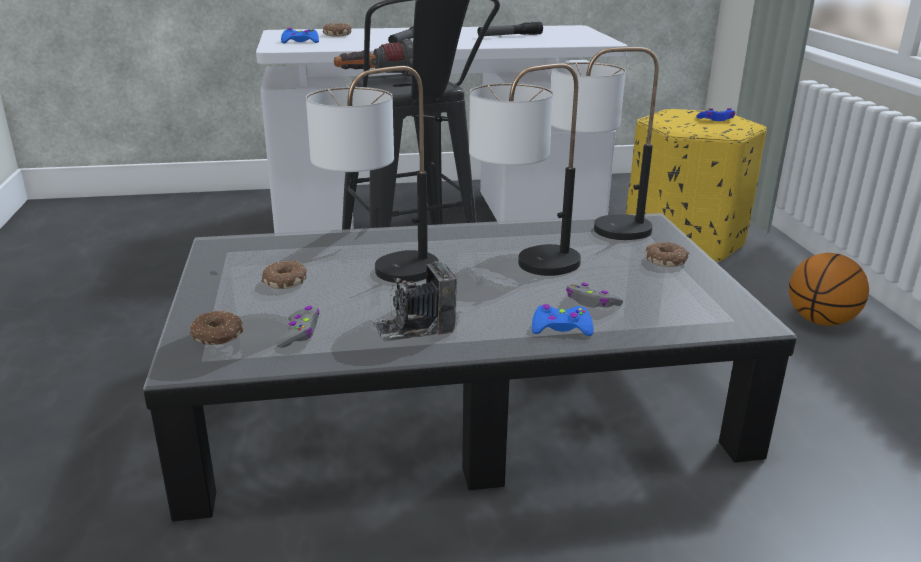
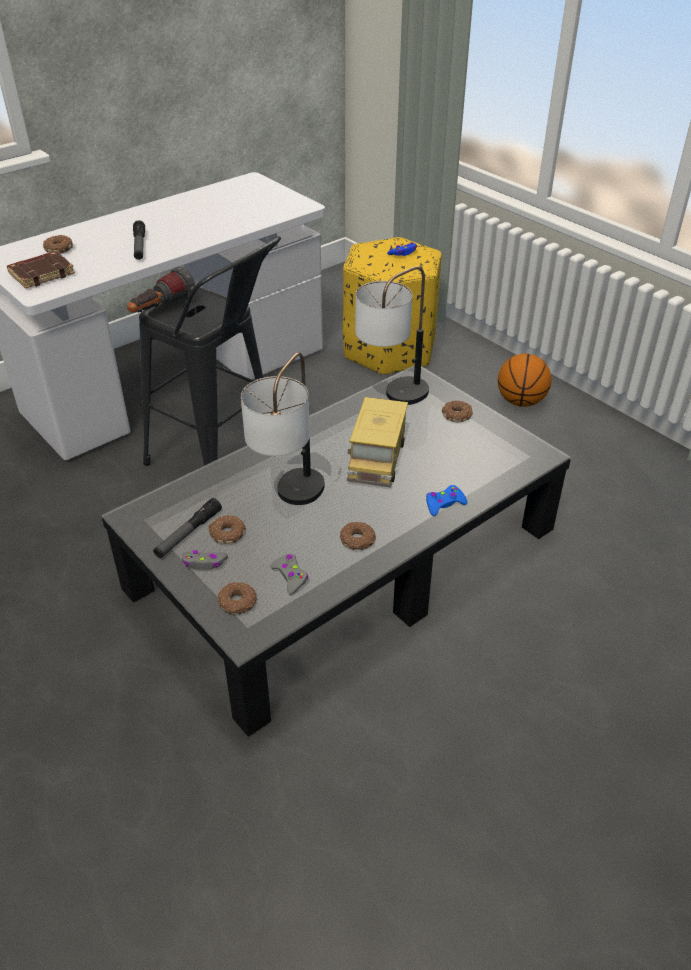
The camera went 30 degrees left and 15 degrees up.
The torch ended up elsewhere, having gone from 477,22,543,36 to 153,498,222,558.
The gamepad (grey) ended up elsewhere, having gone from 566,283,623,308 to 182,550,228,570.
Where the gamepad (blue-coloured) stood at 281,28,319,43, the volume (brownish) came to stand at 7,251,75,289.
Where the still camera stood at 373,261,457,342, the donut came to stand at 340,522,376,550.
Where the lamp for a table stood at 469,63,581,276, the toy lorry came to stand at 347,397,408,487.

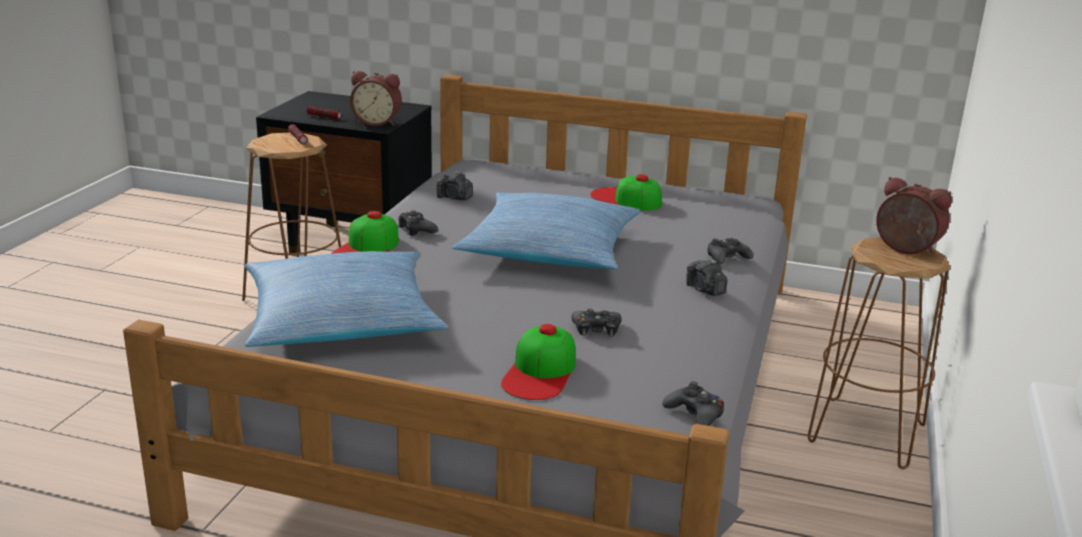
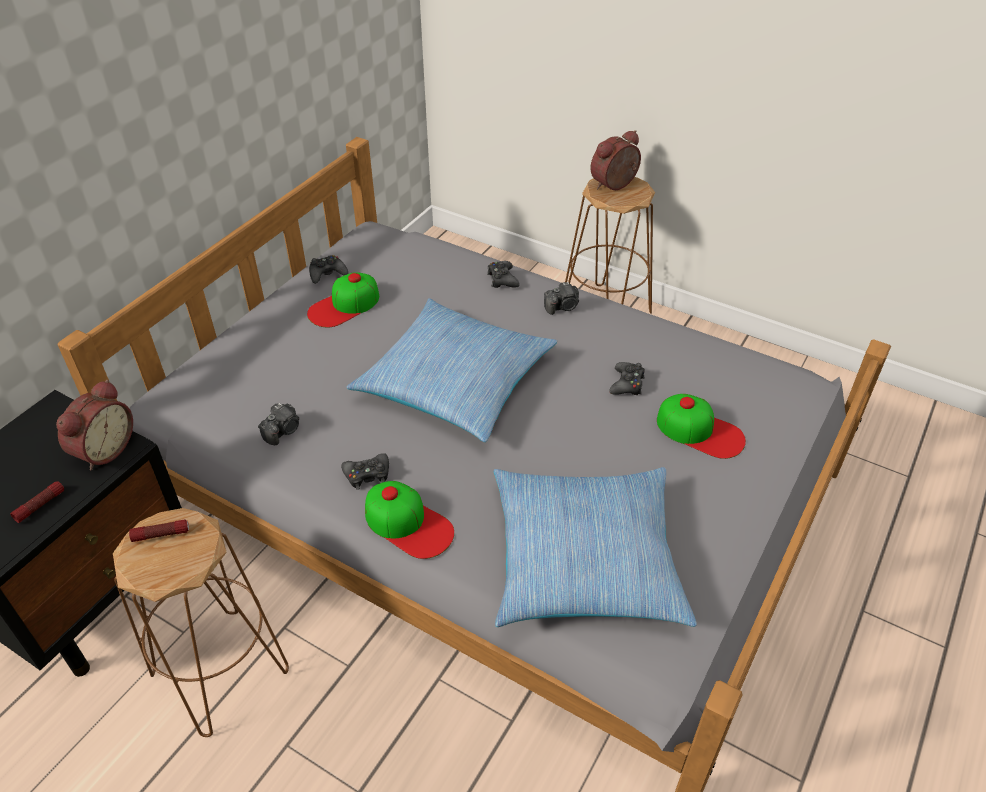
The camera went 75 degrees left and 20 degrees up.
The gamepad (black) ended up elsewhere, having gone from 662,381,724,426 to 309,255,348,284.

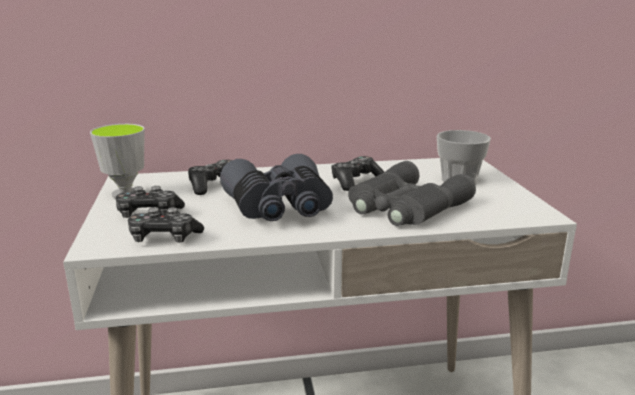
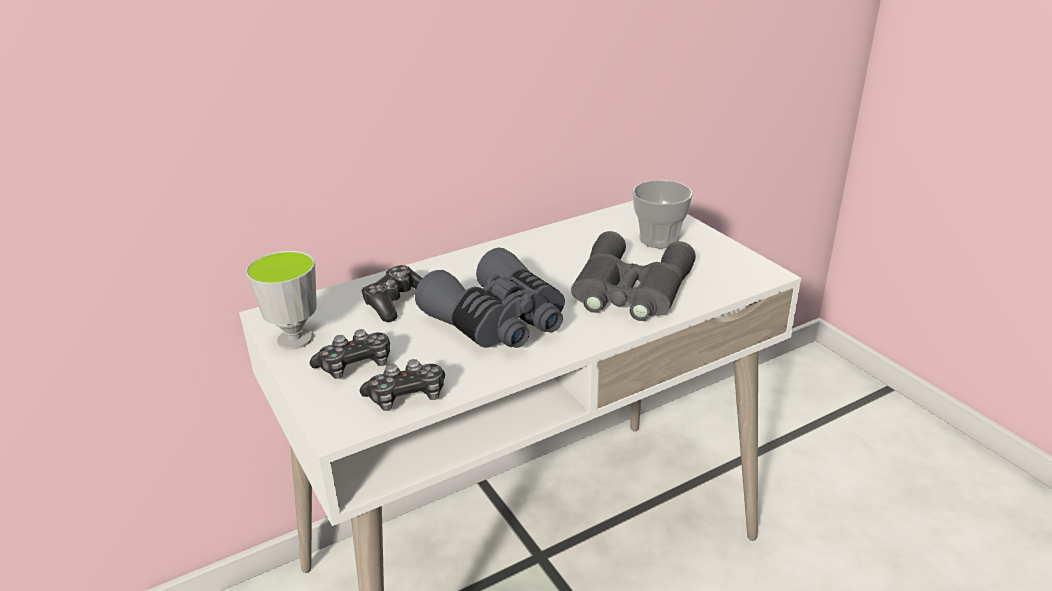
The camera went 20 degrees left and 10 degrees up.
The second view lost the gamepad at 331,156,384,191.

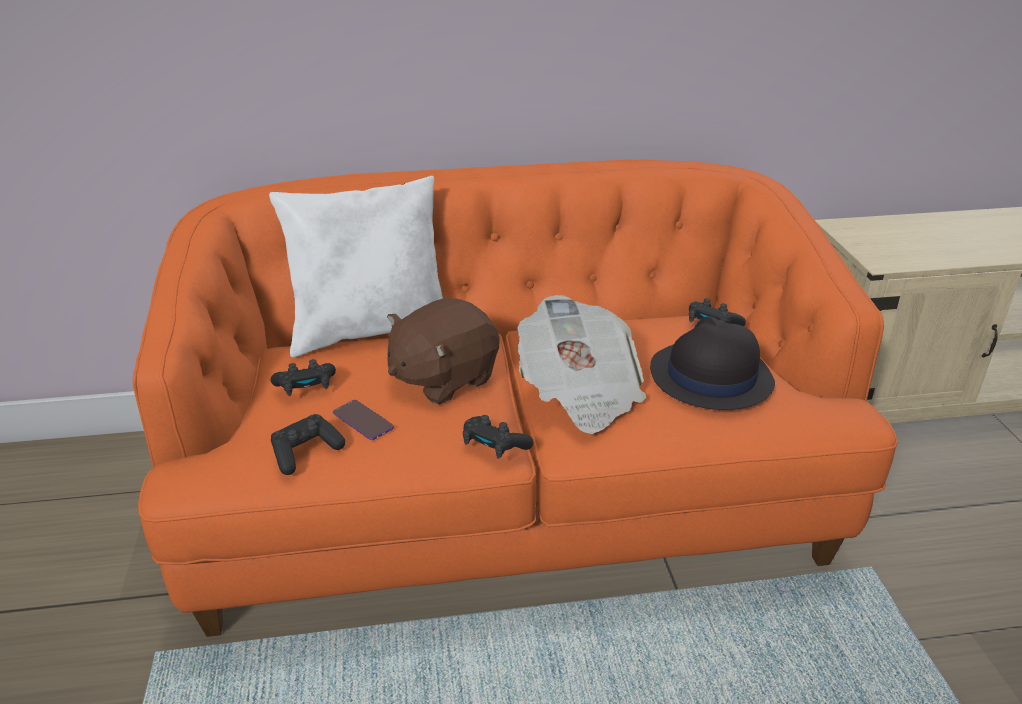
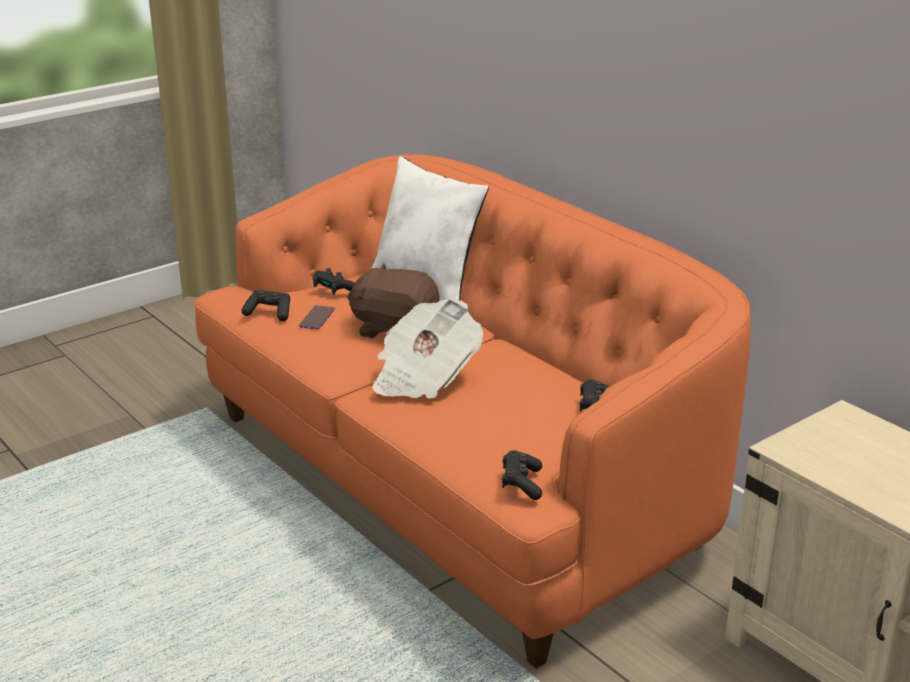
The camera went 60 degrees right and 5 degrees down.
The second view lost the hat (black) at 650,316,775,410.
The gamepad (black) ended up elsewhere, having gone from 463,415,533,459 to 502,450,542,500.

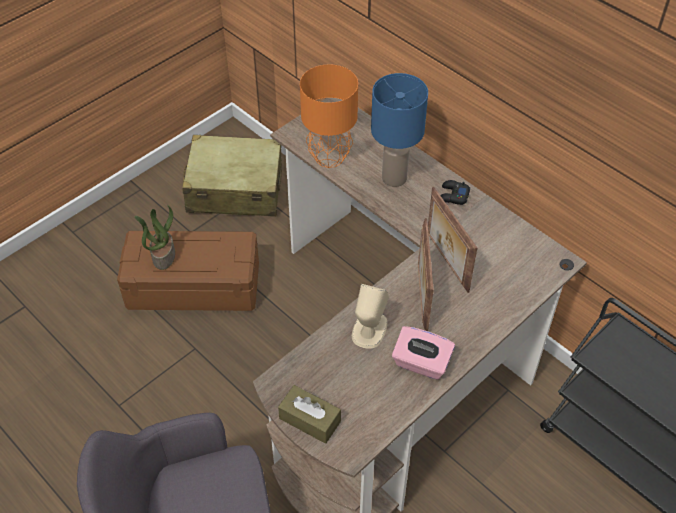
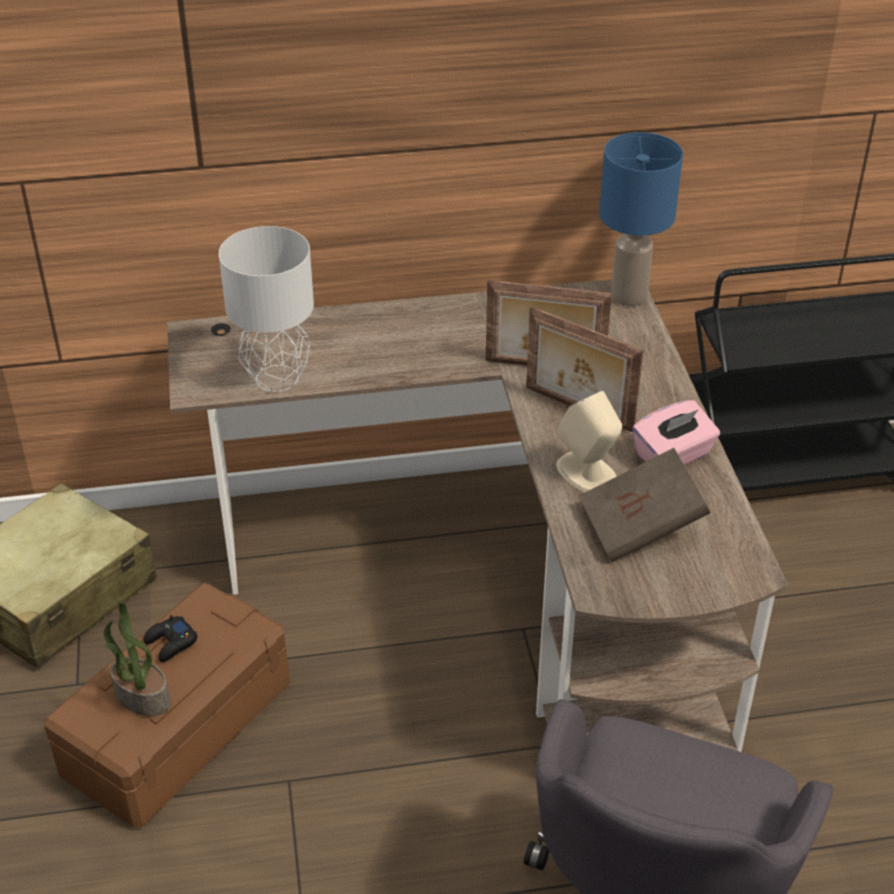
The camera went 55 degrees left and 10 degrees down.
The second view lost the box of tissues (brownish) at 278,385,341,444.
The second view gained the volume (brownish) at 579,448,710,562.
The lamp for a table (blue-coloured) ended up elsewhere, having gone from 371,73,428,187 to 599,132,683,306.
The gamepad (black) ended up elsewhere, having gone from 440,180,470,205 to 144,615,198,662.
What was the lamp for a table (orange-coloured) at 300,65,358,168 turned into the lamp for a table (grey) at 219,226,314,392.

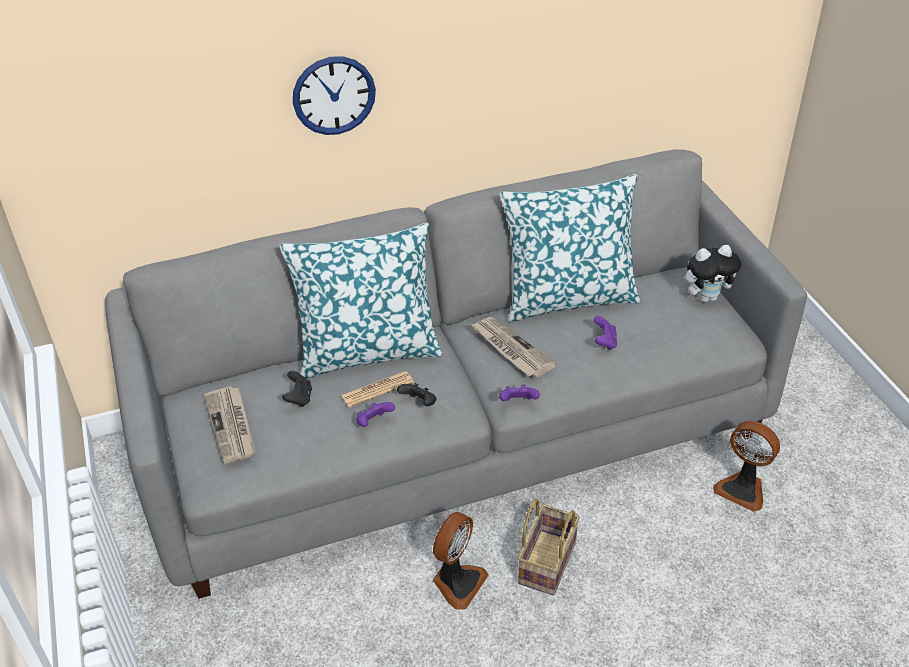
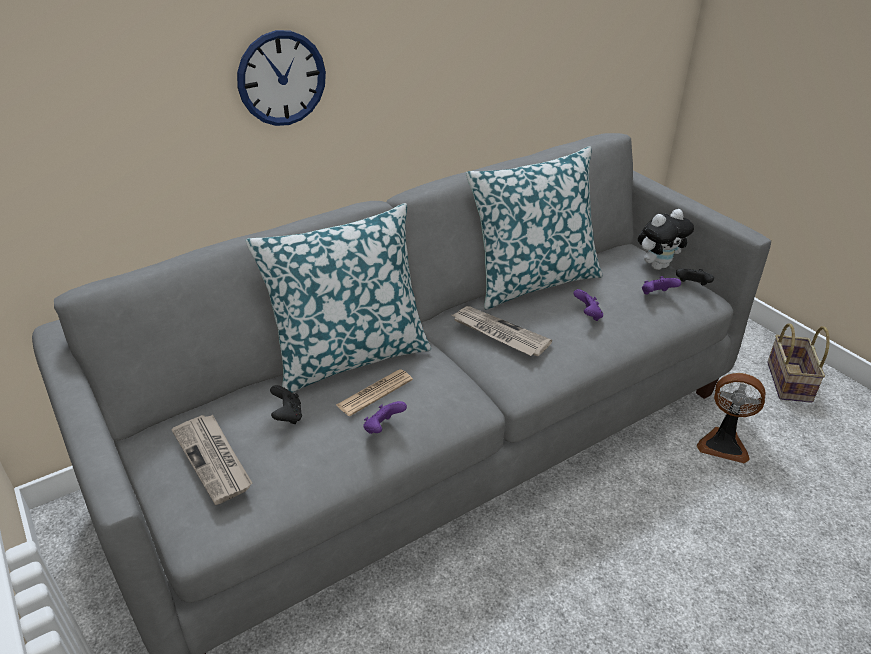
The camera went 15 degrees left and 5 degrees down.
The second view lost the electric fan at 433,512,489,610.
The gamepad (black) ended up elsewhere, having gone from 397,383,437,406 to 676,268,714,285.
The gamepad (purplish) ended up elsewhere, having gone from 499,384,540,401 to 642,276,681,295.
The household basket ended up elsewhere, having gone from 518,499,580,595 to 767,323,830,403.

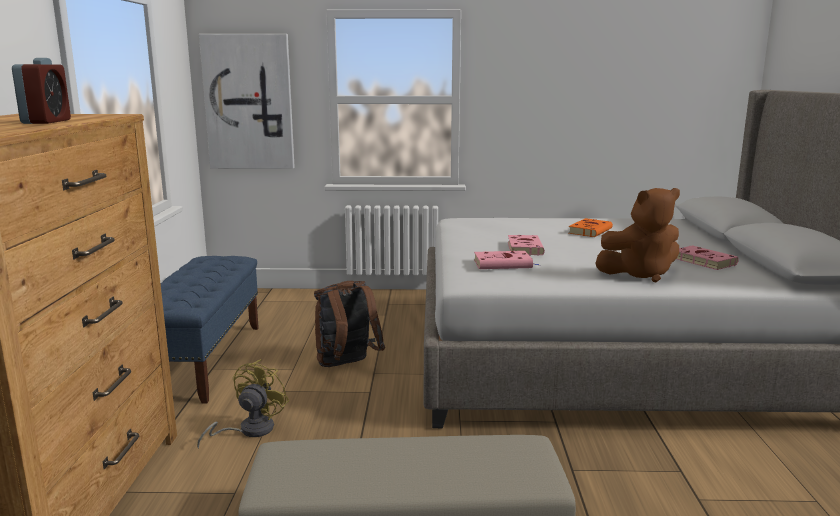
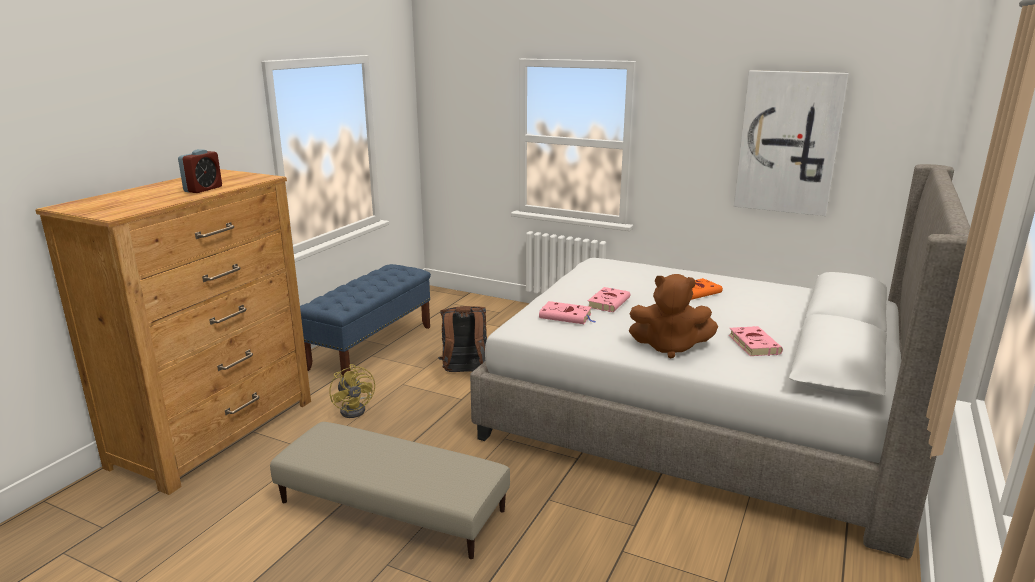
The camera went 25 degrees right and 5 degrees up.
The picture ended up elsewhere, having gone from 199,34,295,169 to 734,70,849,216.
The electric fan (yellow) at 197,359,289,449 ended up facing another way, 105 degrees clockwise from before.

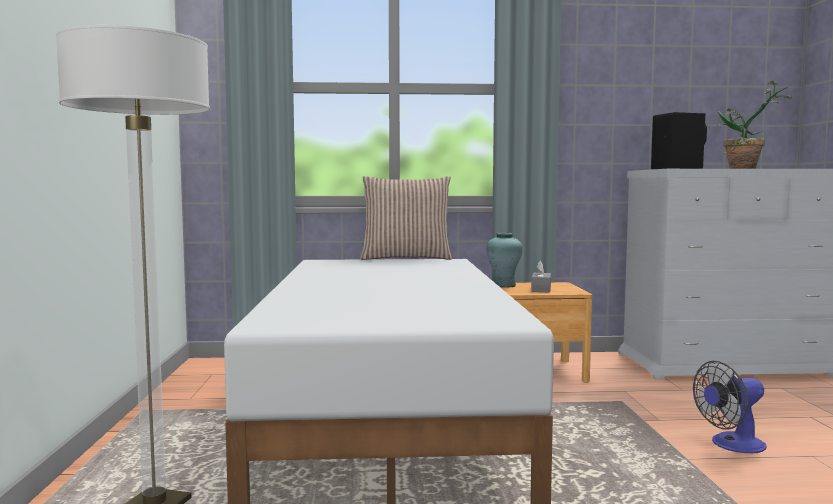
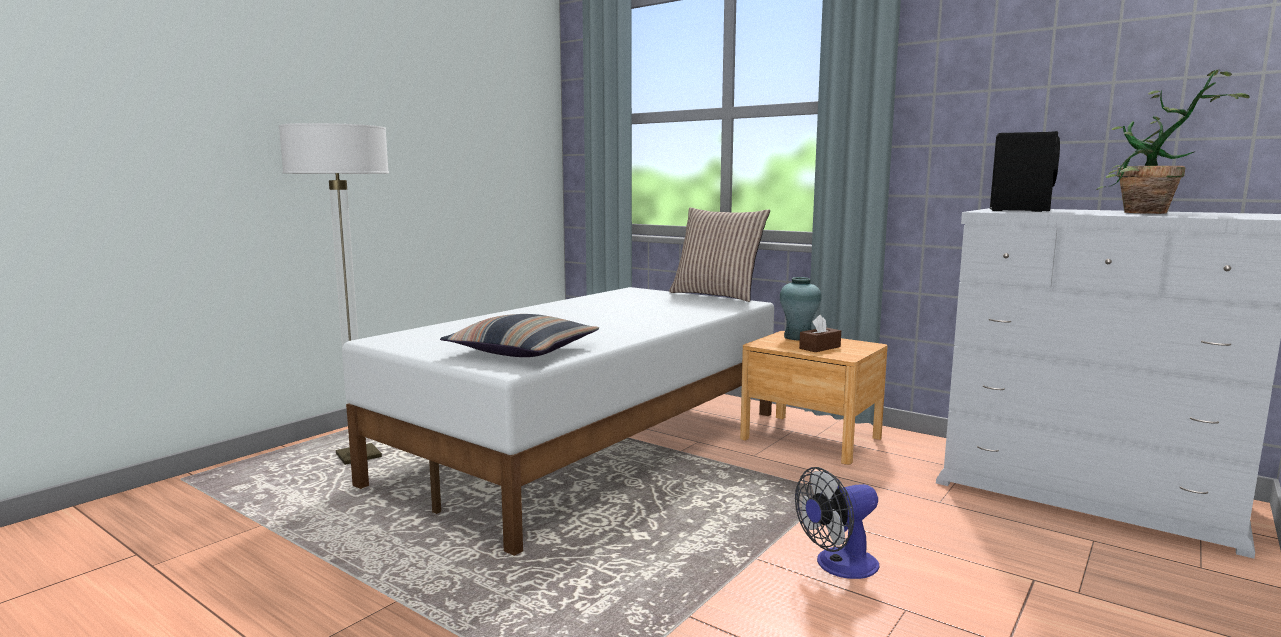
The camera went 40 degrees right and 5 degrees up.
The second view gained the pillow at 440,314,599,357.
What was the box of tissues (grey) at 531,261,551,293 turned into the box of tissues (brownish) at 799,315,841,352.
The electric fan at 693,361,767,453 ended up facing another way, 45 degrees counterclockwise from before.

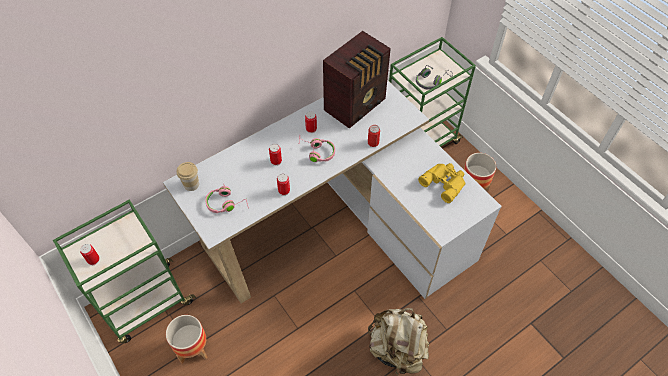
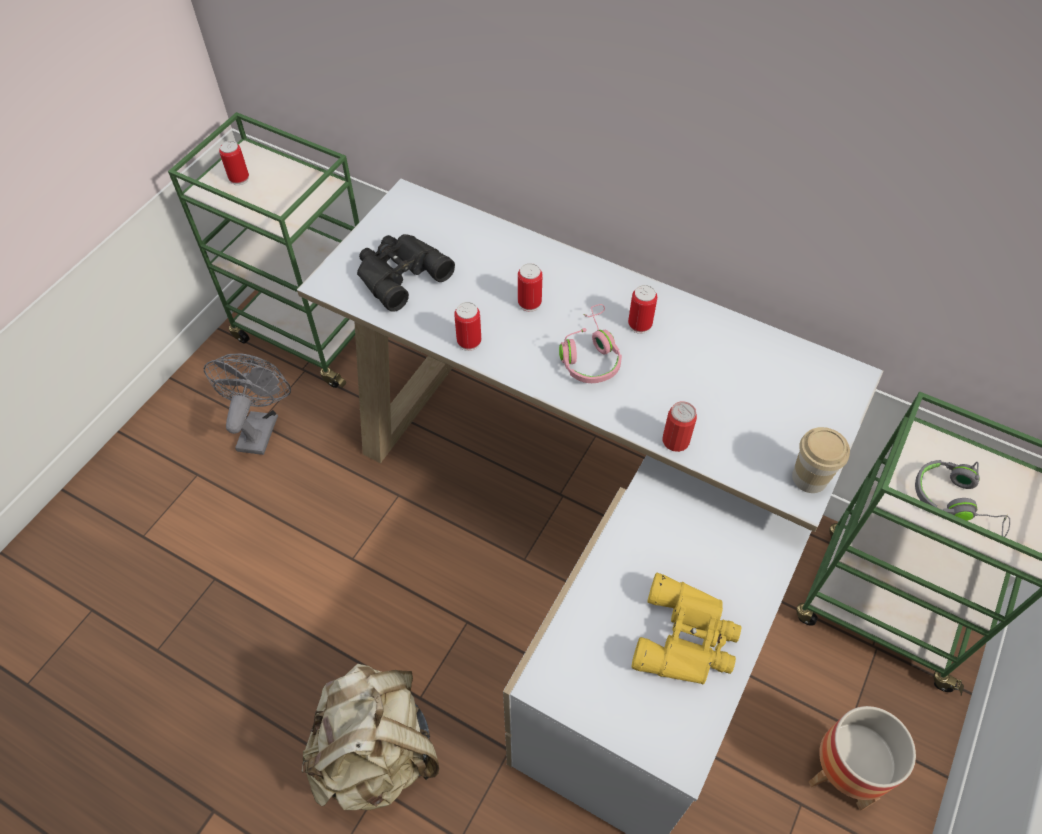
The camera went 65 degrees right and 0 degrees up.
The second view lost the radio receiver at 323,31,391,129.
The drinking cup ended up elsewhere, having gone from 177,162,199,191 to 792,427,850,493.
Where the planter stood at 166,315,207,364, the electric fan (grey) came to stand at 204,353,291,455.
Where the pair of headphones (pinkish) stood at 205,186,249,213, the pair of binoculars (black) came to stand at 357,234,455,312.

